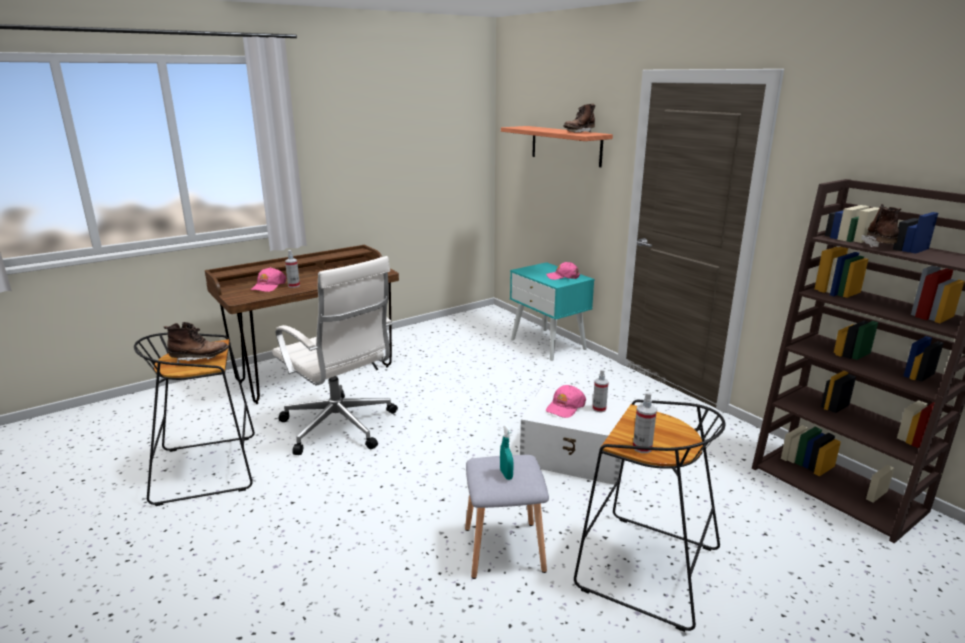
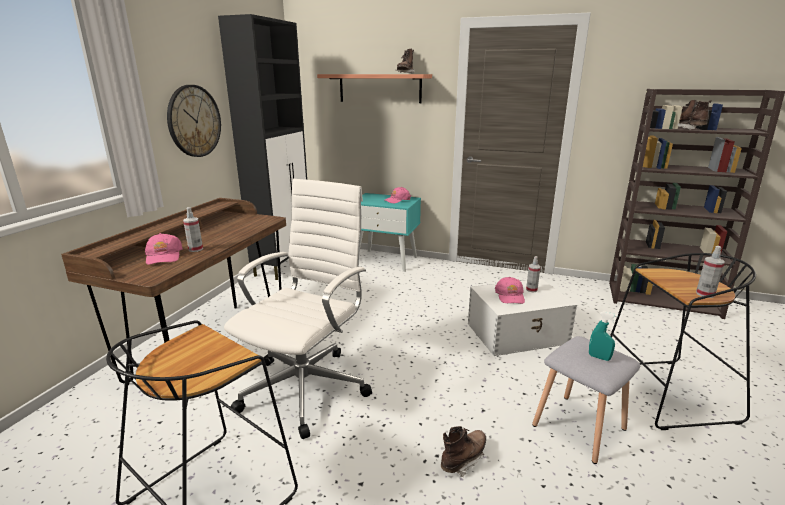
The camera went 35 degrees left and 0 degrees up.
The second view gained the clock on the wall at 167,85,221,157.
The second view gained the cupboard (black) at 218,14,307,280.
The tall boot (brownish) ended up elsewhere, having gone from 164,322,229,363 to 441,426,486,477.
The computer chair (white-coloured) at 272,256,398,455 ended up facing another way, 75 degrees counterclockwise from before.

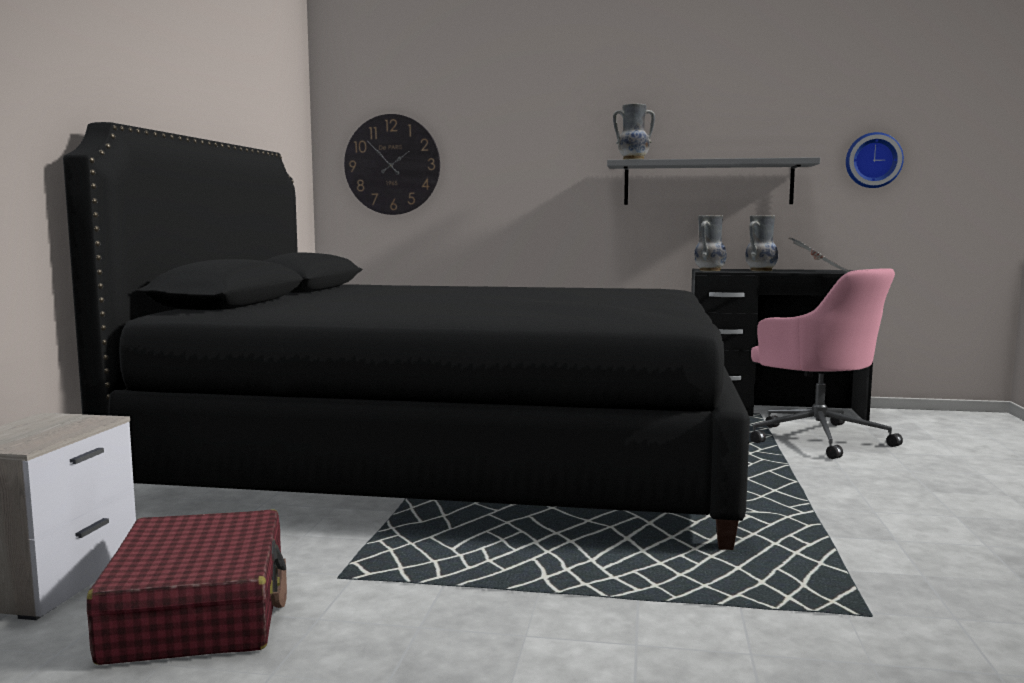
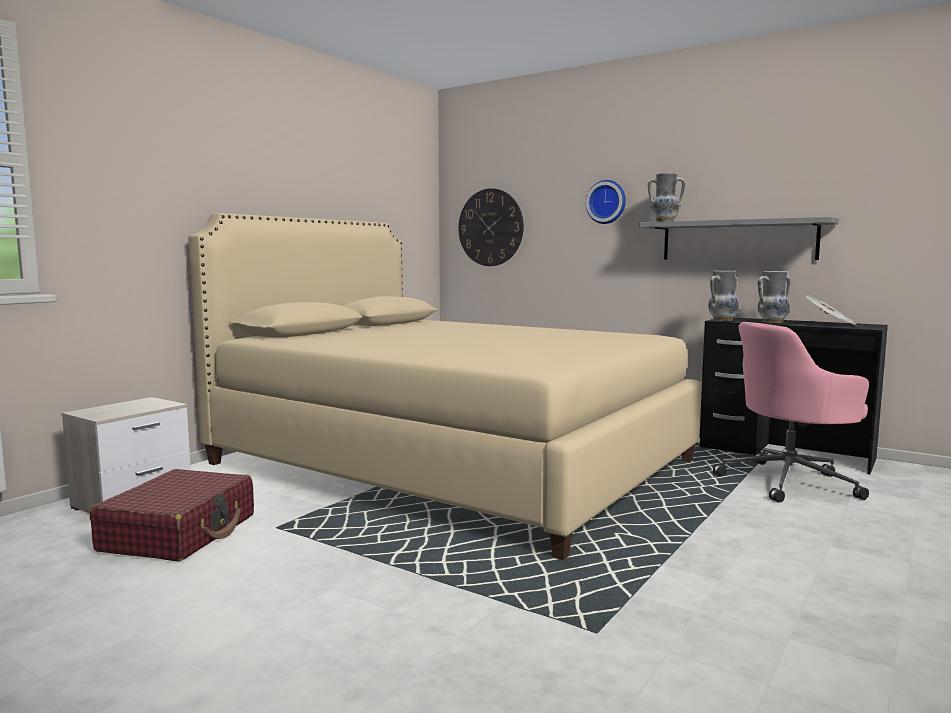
The camera went 25 degrees right and 0 degrees up.
The clock on the wall ended up elsewhere, having gone from 846,132,904,188 to 586,180,626,224.
What was the sleeping bed (black) at 63,122,750,550 turned into the sleeping bed (beige) at 188,213,702,560.
The computer chair (pinkish) at 750,268,903,459 ended up facing another way, 75 degrees clockwise from before.

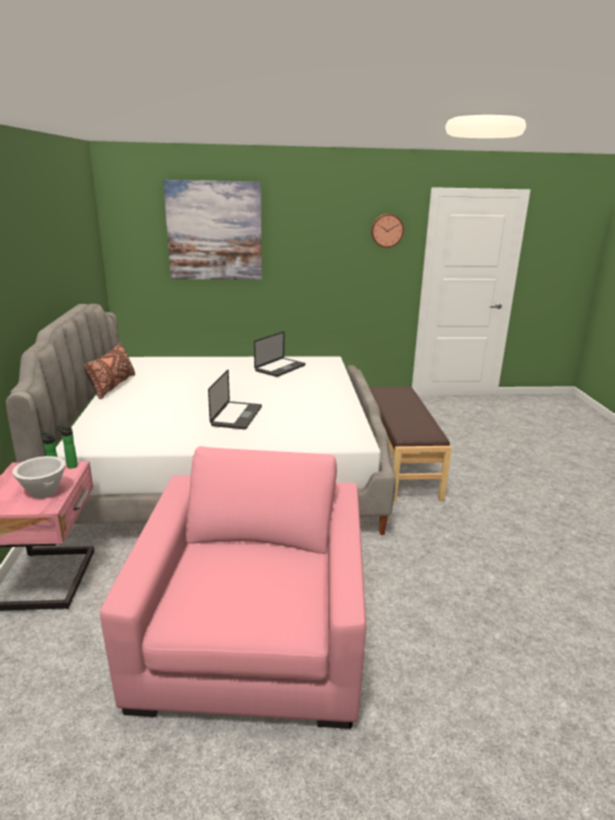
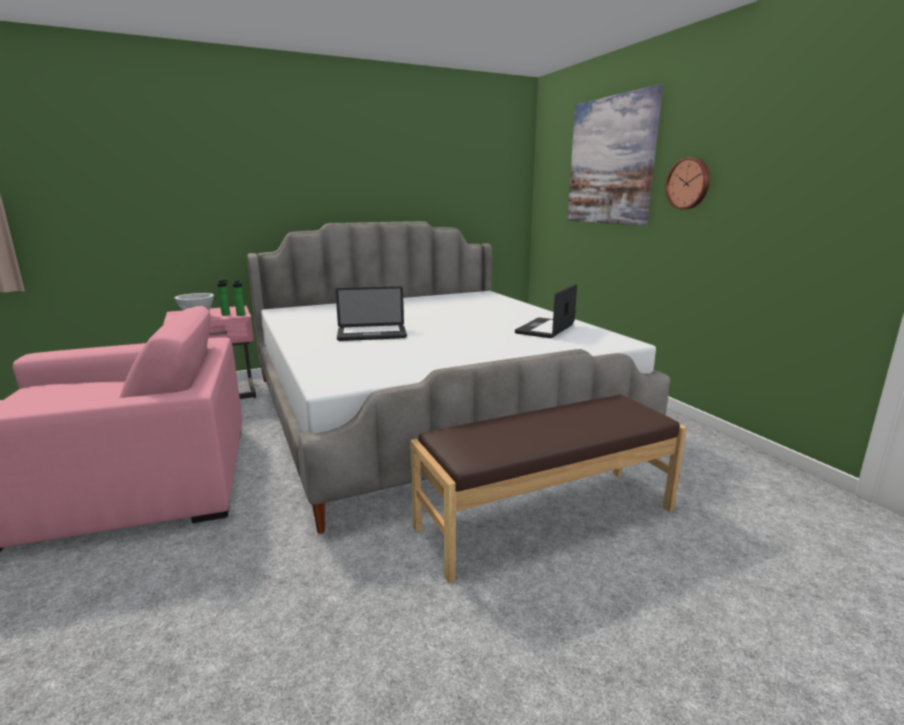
The camera went 70 degrees right and 5 degrees down.
The second view lost the pillow (brownish) at 84,343,135,399.
The clock on the wall ended up elsewhere, having gone from 371,214,404,248 to 665,157,710,209.
The notebook computer at 254,331,306,377 ended up facing another way, 105 degrees clockwise from before.

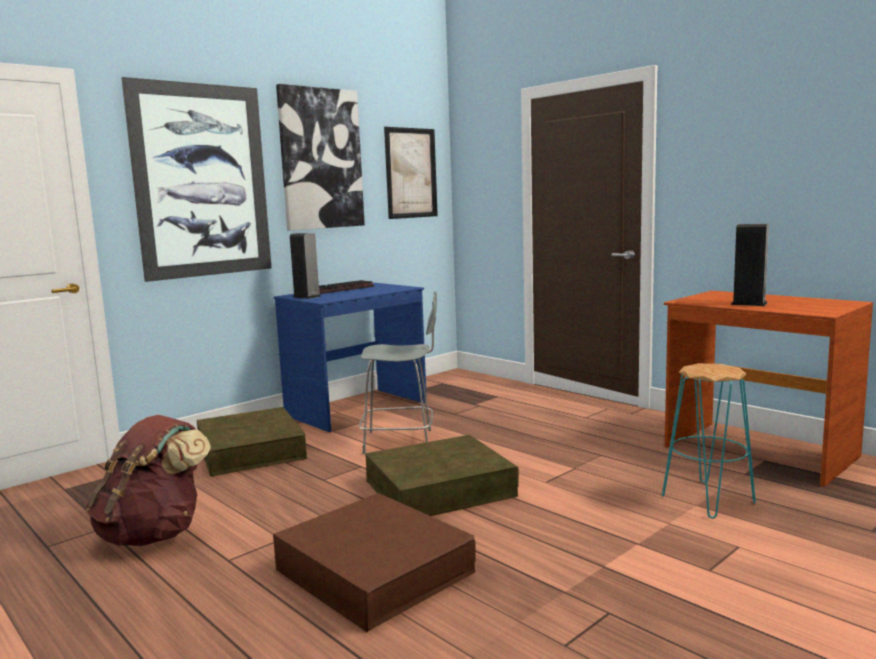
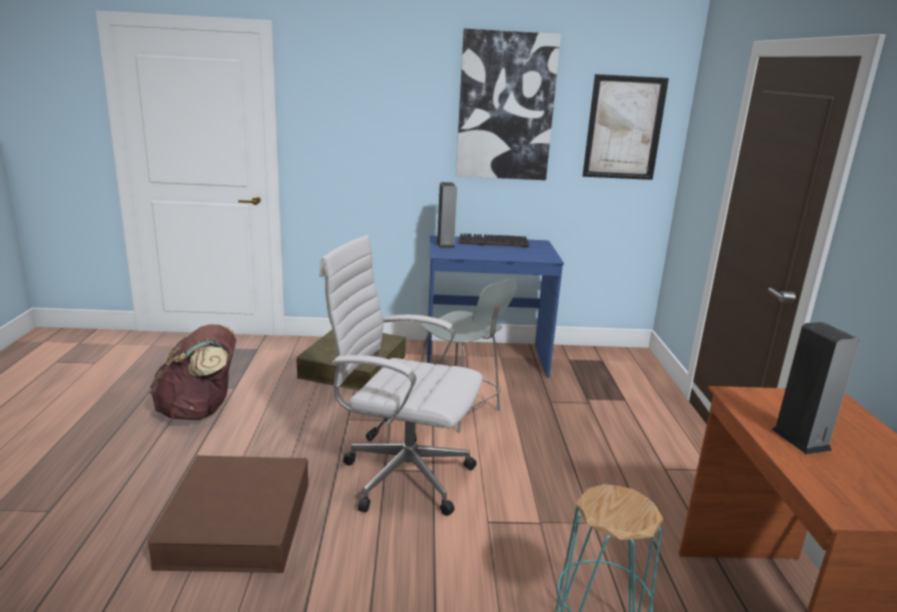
The camera went 40 degrees right and 10 degrees up.
The second view lost the picture at 121,77,272,282.
Where the storage box (brownish) stood at 365,435,519,516, the computer chair (white-coloured) came to stand at 319,235,483,516.

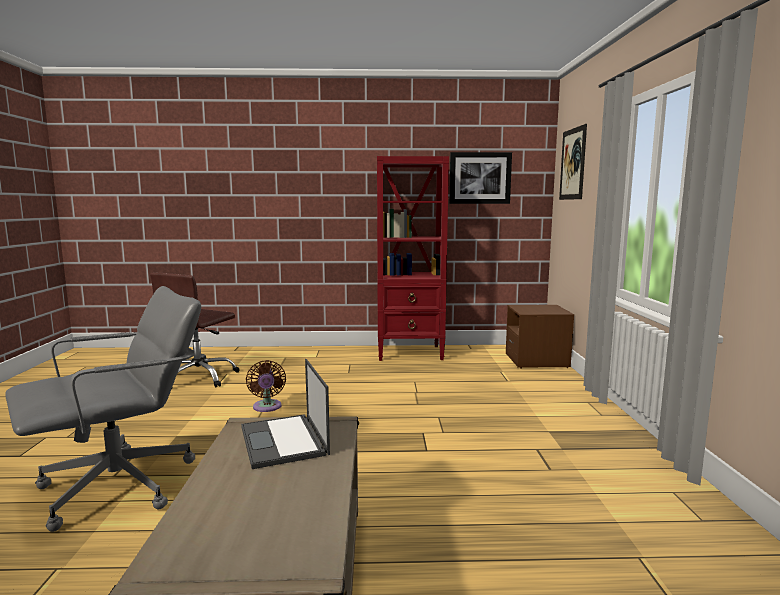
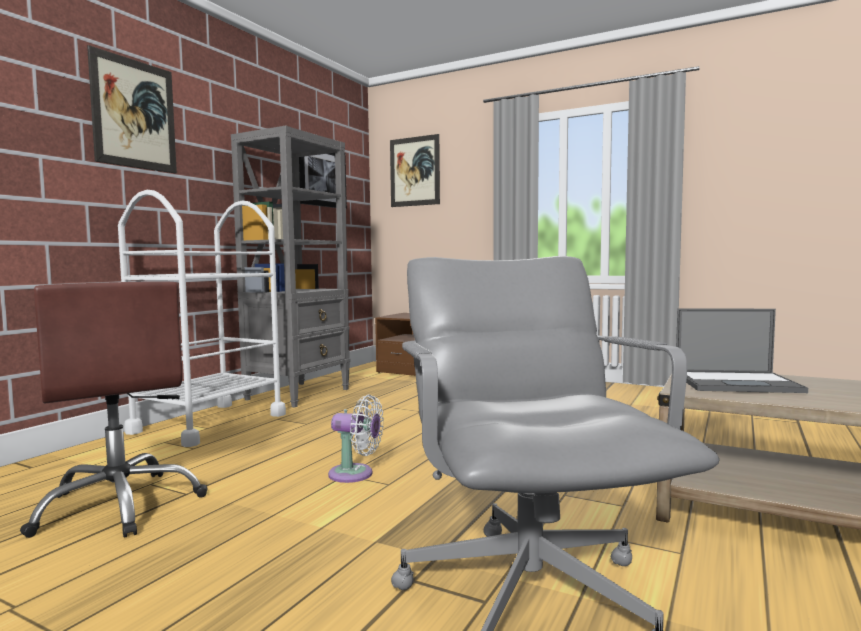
The camera went 60 degrees left and 5 degrees down.
The second view gained the picture at 87,45,177,174.
The second view gained the cart (white-coloured) at 118,190,286,447.
What was the electric fan (brownish) at 246,360,286,412 turned into the electric fan (white-coloured) at 328,395,384,483.
What was the bookcase (reddish) at 377,156,449,361 turned into the bookcase (grey) at 231,126,350,408.

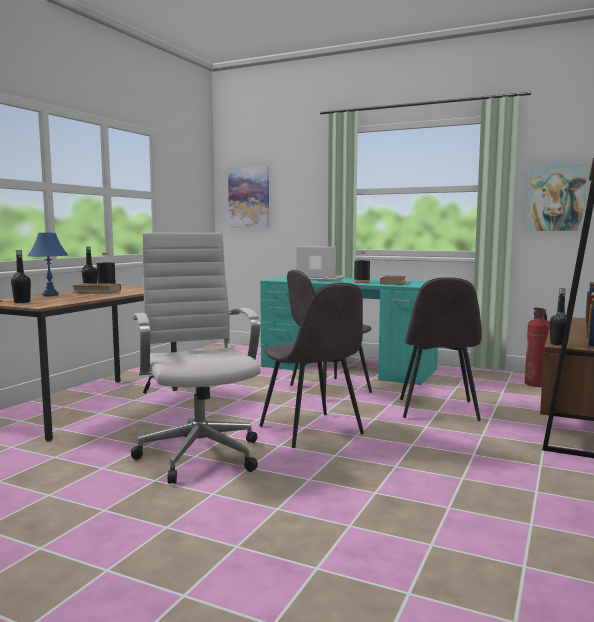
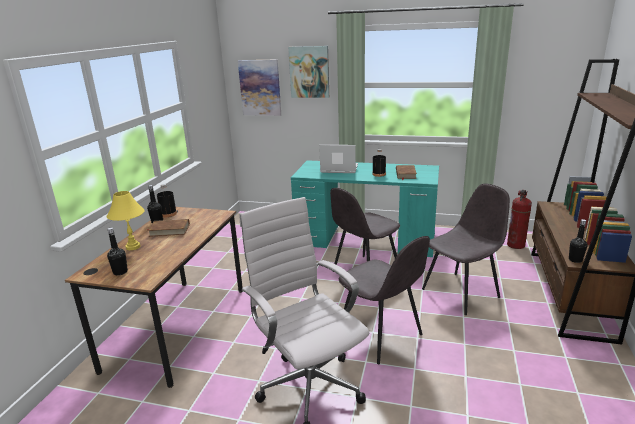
The camera went 10 degrees left and 15 degrees up.
The picture ended up elsewhere, having gone from 526,163,587,231 to 288,46,329,98.
What was the lamp for a table (blue-coloured) at 28,232,68,296 turned into the lamp for a table (yellow) at 107,191,145,250.
The upright chair (grey) at 400,277,482,421 ended up facing another way, 120 degrees counterclockwise from before.

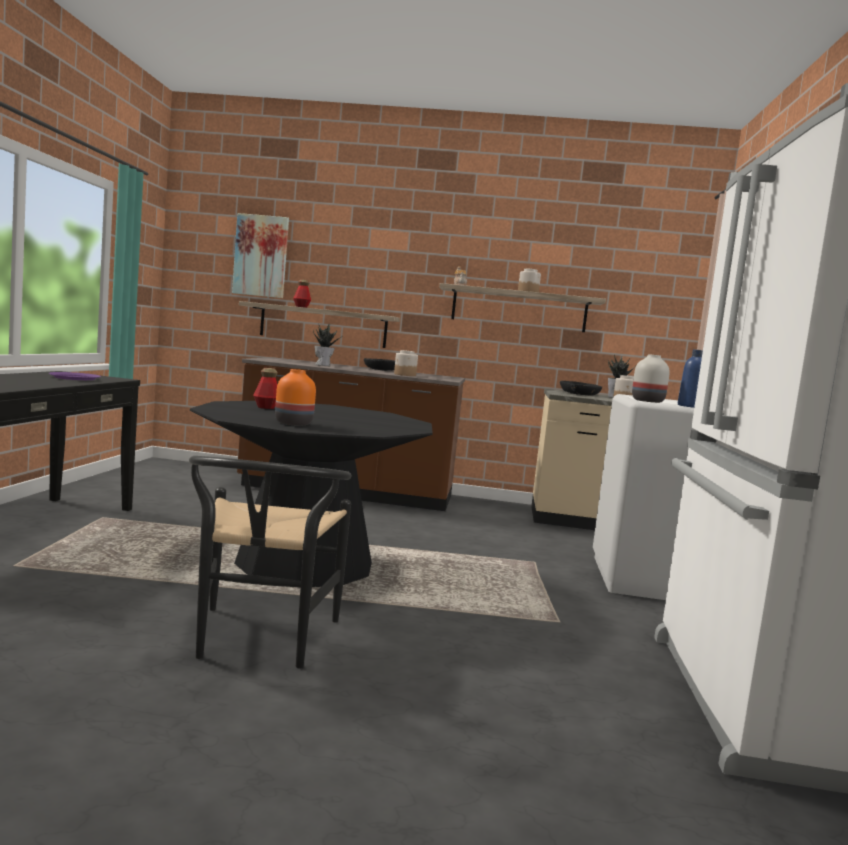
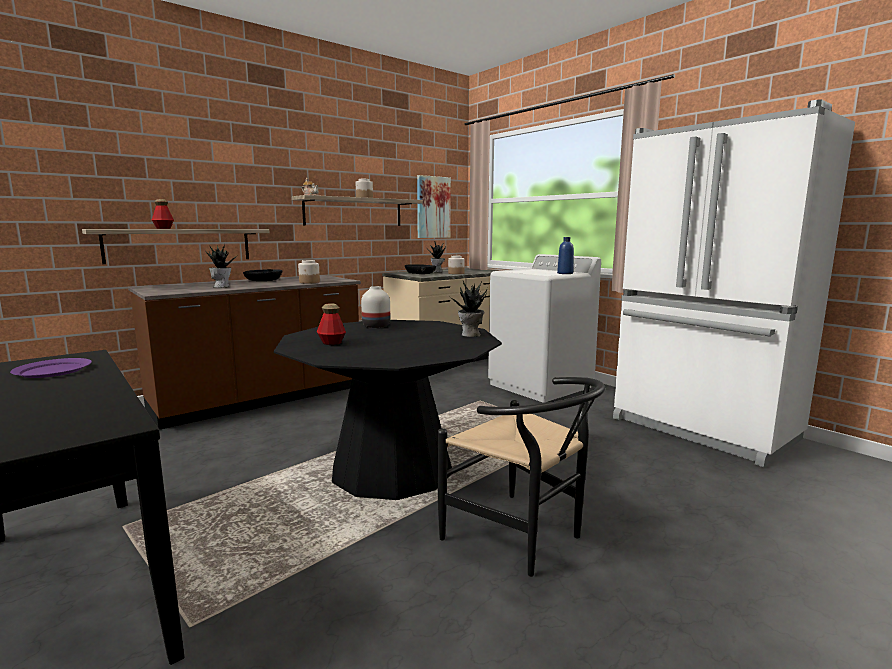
The camera went 45 degrees left and 5 degrees up.
The second view lost the decorative vase (orange-coloured) at 275,369,316,426.
The second view gained the houseplant at 448,281,488,337.
The picture ended up elsewhere, having gone from 232,213,289,298 to 417,175,451,238.
The decorative vase (white-coloured) ended up elsewhere, having gone from 632,354,670,403 to 361,286,390,328.

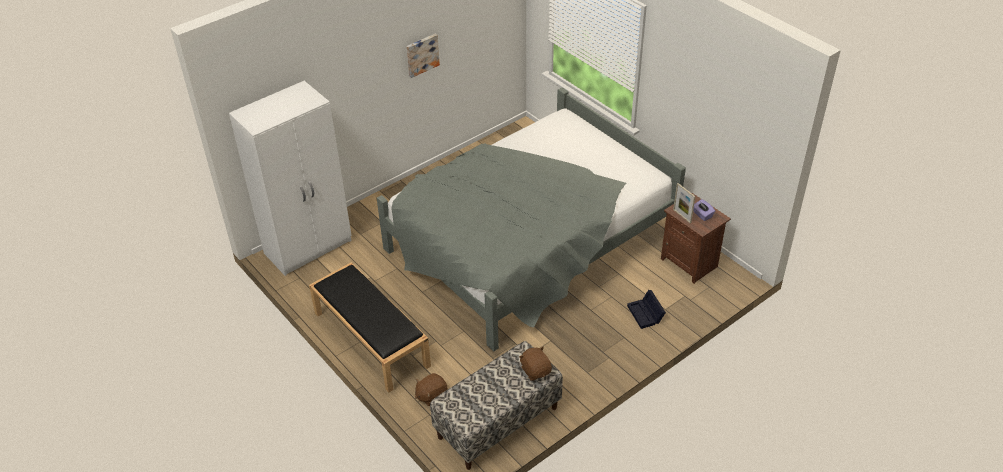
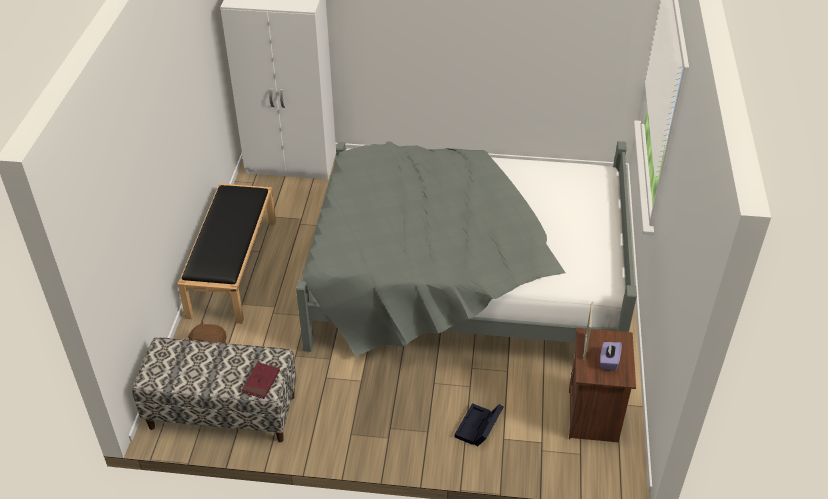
The camera went 45 degrees right and 0 degrees up.
The second view lost the picture at 406,34,440,78.
Where the cuddly toy (brownish) stood at 519,347,552,381, the volume (reddish) came to stand at 242,362,280,399.

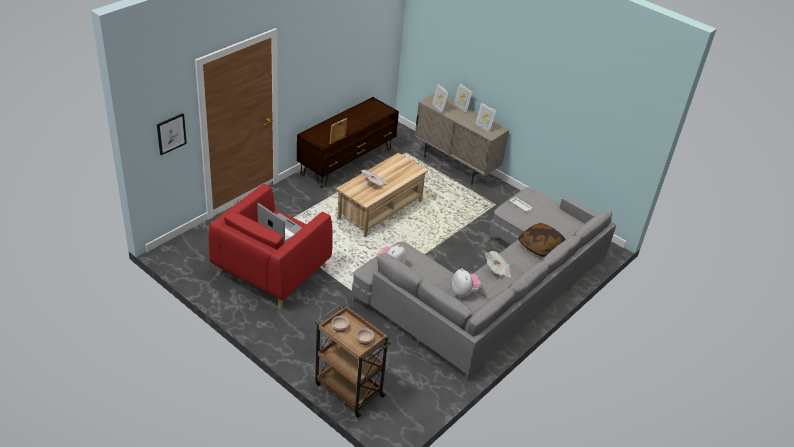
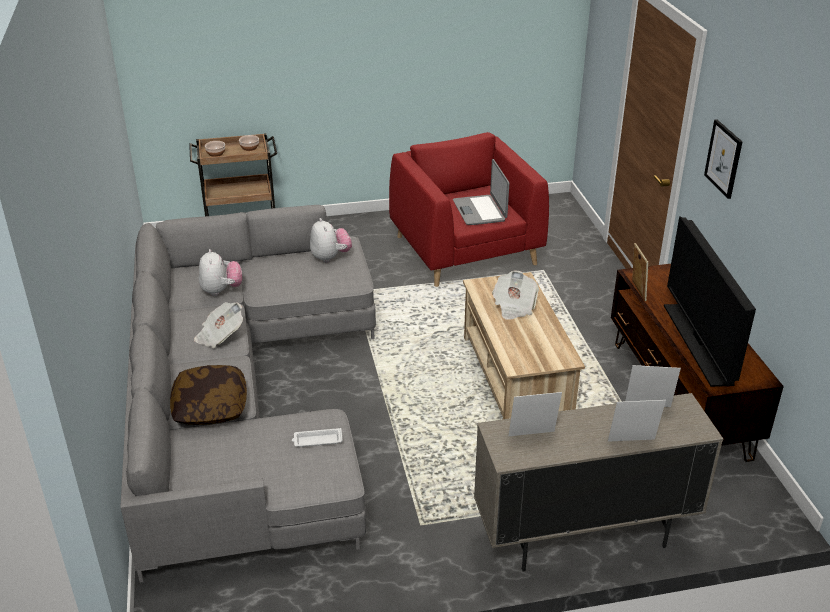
The camera went 130 degrees right and 5 degrees down.
The second view gained the television at 664,216,756,387.
The picture ended up elsewhere, having gone from 157,113,187,155 to 704,119,742,199.
The notebook computer at 257,203,302,243 ended up facing another way, 90 degrees clockwise from before.
The cuddly toy at 452,268,482,298 ended up facing another way, 120 degrees counterclockwise from before.

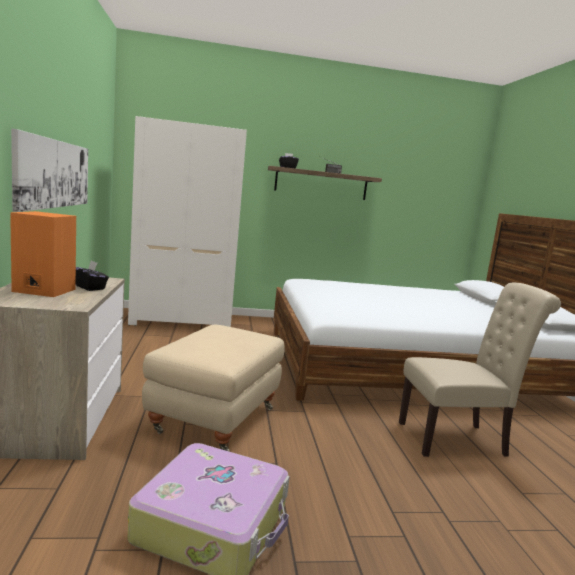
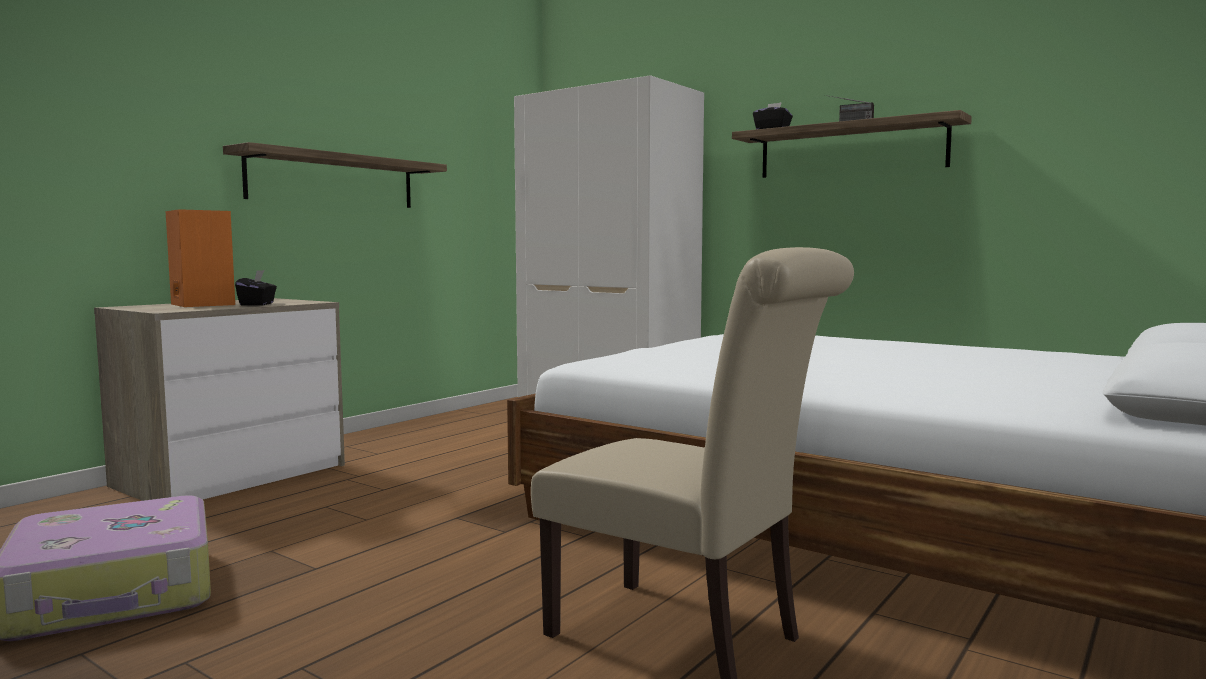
The camera went 45 degrees right and 5 degrees down.
The second view lost the footrest (beige) at 142,325,285,452.
Where the picture hung at 11,129,88,212, the shelf came to hang at 223,142,447,208.

